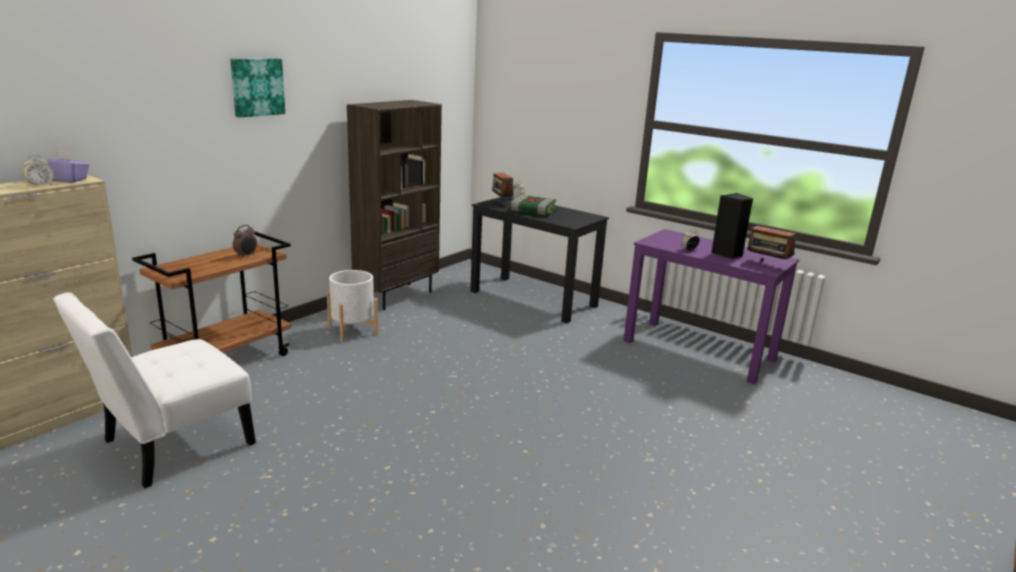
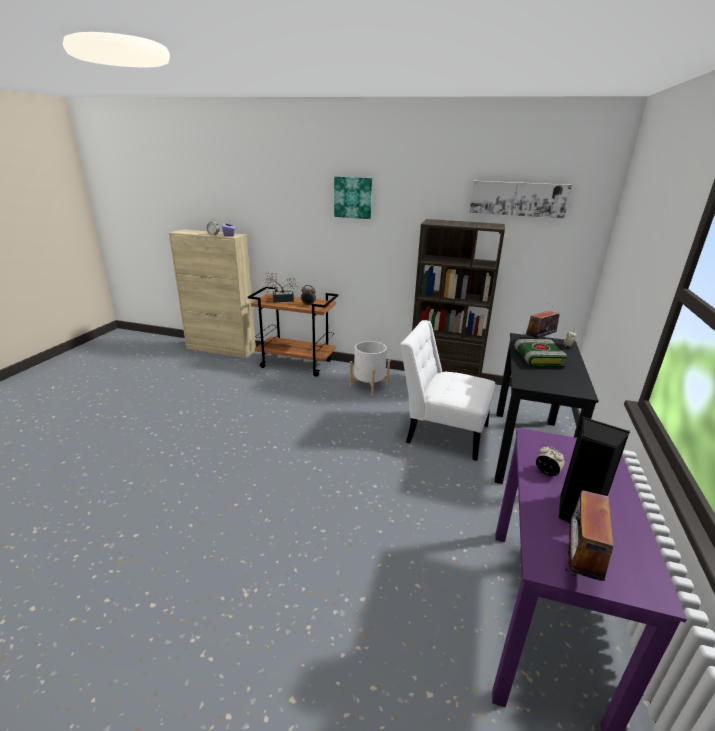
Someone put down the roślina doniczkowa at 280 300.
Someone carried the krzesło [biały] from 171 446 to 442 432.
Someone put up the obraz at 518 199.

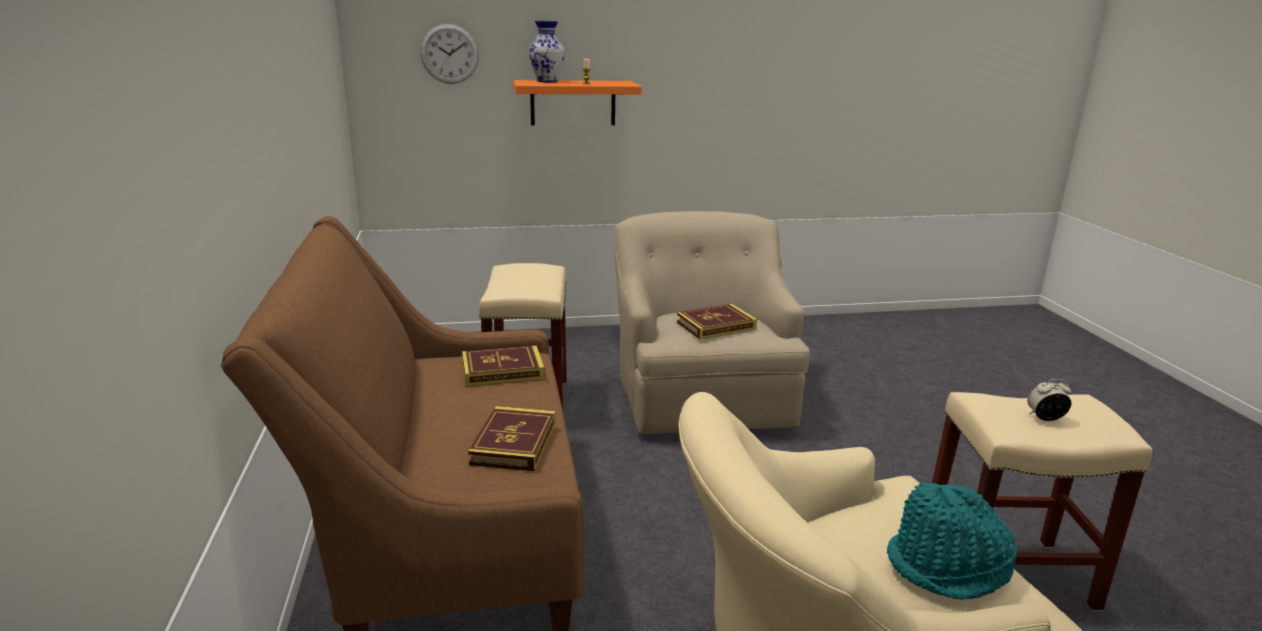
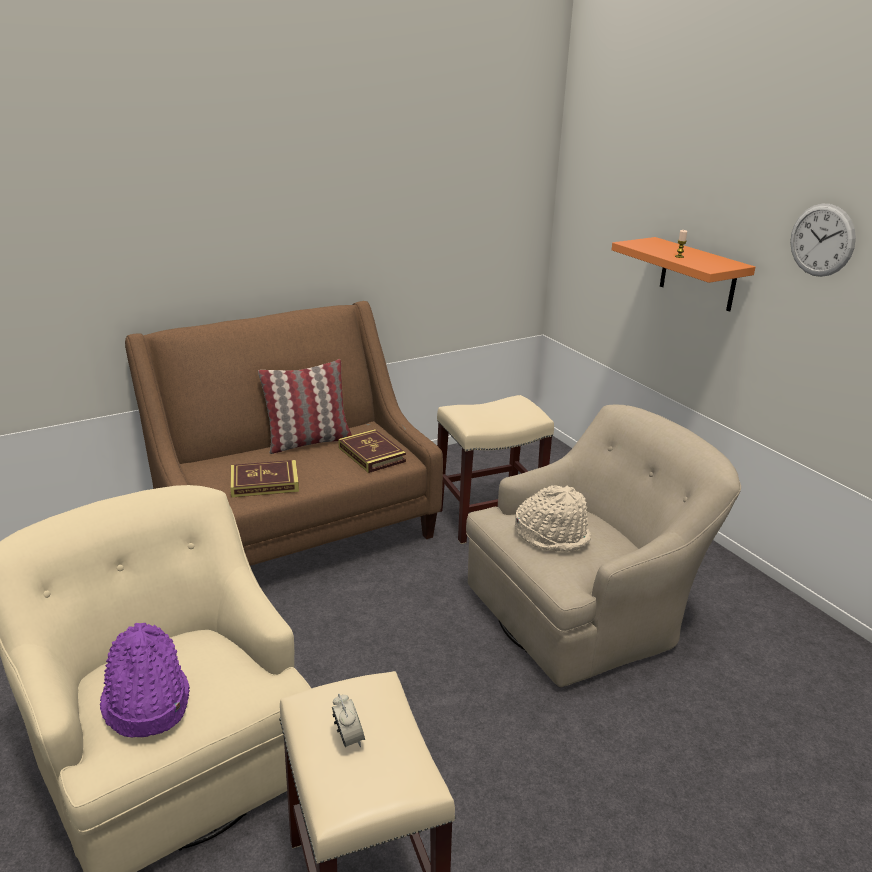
Someone repainted the kapelusz [turkusowy] at 947 568, which became the kapelusz [fioletowy] at 145 703.
Someone put down the poduszka at 308 441.
Someone swapped the książka at 716 326 for the kapelusz [beżowy] at 552 535.
Someone carried the zegar ścienny from 449 54 to 822 240.
Someone took away the wazon at 547 81.

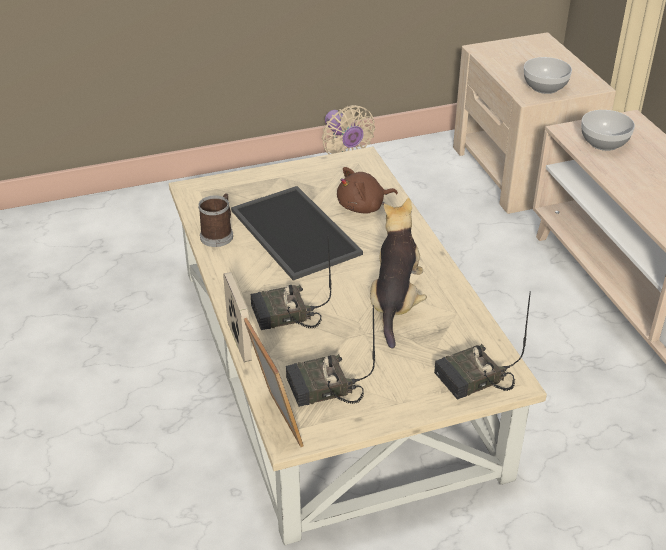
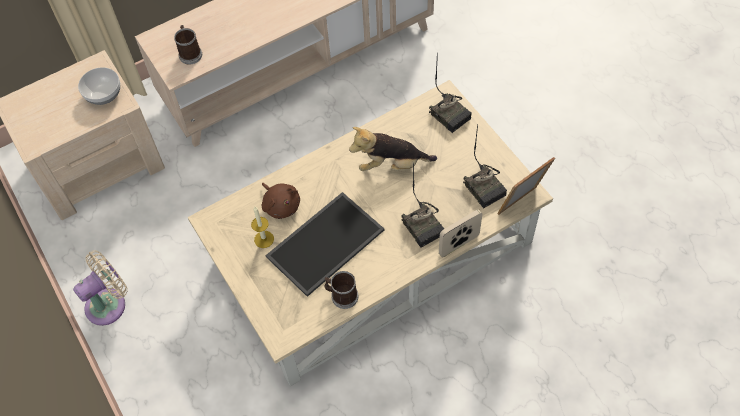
Someone swapped the miska at 604 142 for the kubek at 190 53.
Someone put down the świeca at 264 239.

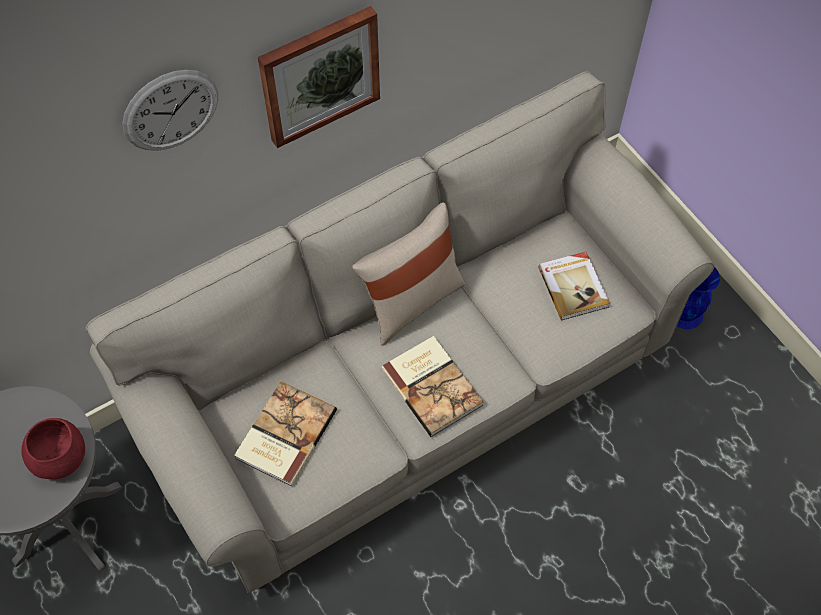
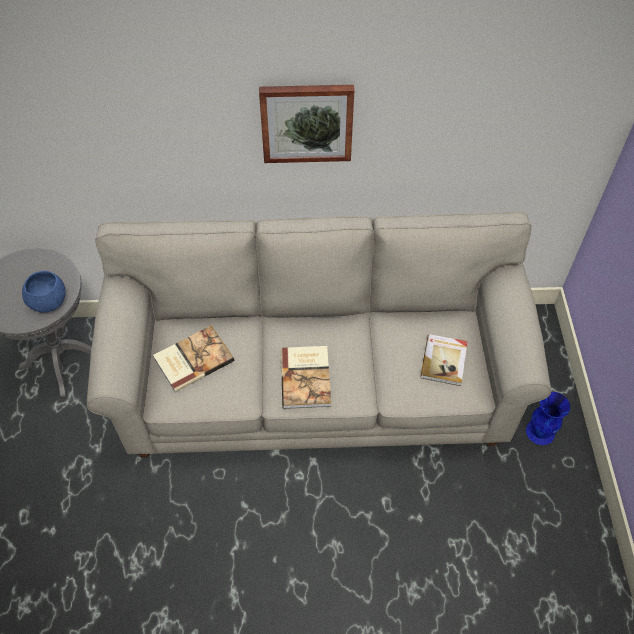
Someone repainted the miska [czerwony] at 60 459, which became the miska [niebieski] at 49 302.
Someone took away the zegar ścienny at 171 110.
Someone took away the poduszka [beżowy] at 411 301.

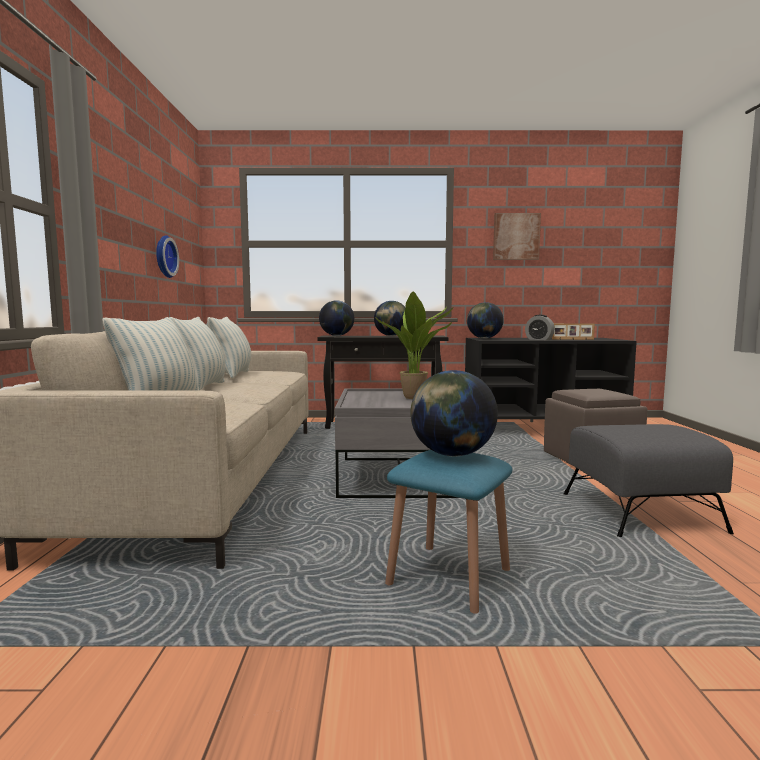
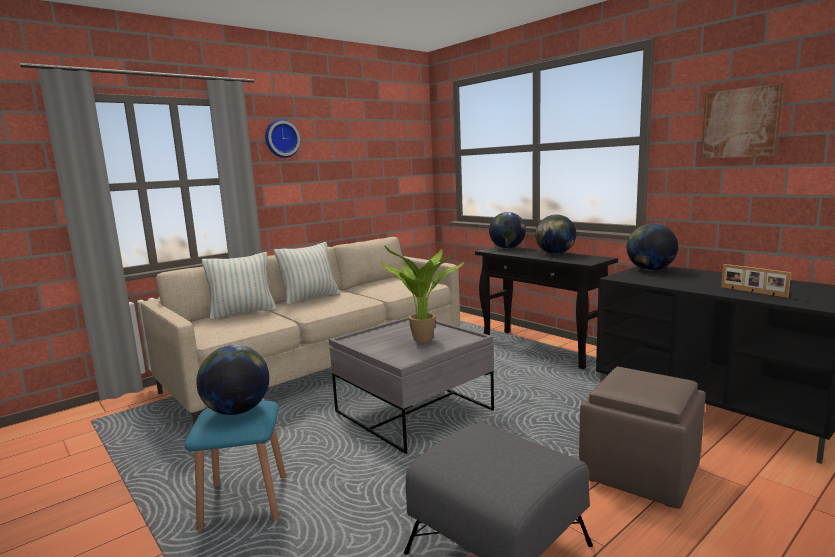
Someone carried the zegar ścienny from 164 256 to 281 138.
Someone took away the poduszka at 231 374.
Someone took away the budzik at 539 339.

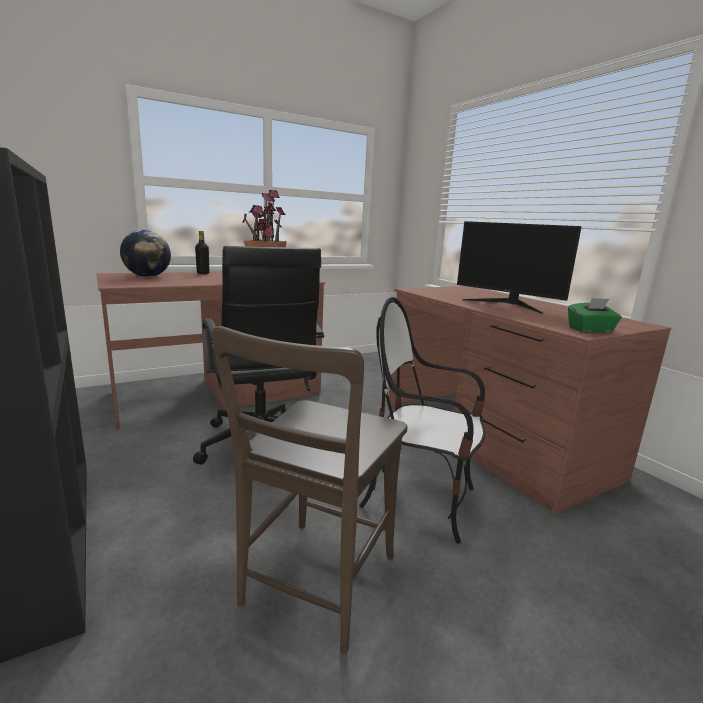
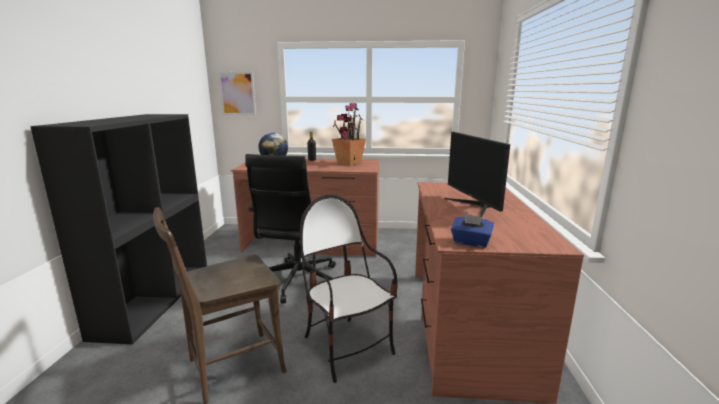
Someone put up the obraz at 237 93.
Someone repainted the pudełko chusteczek [zielony] at 590 330, which became the pudełko chusteczek [niebieski] at 471 242.

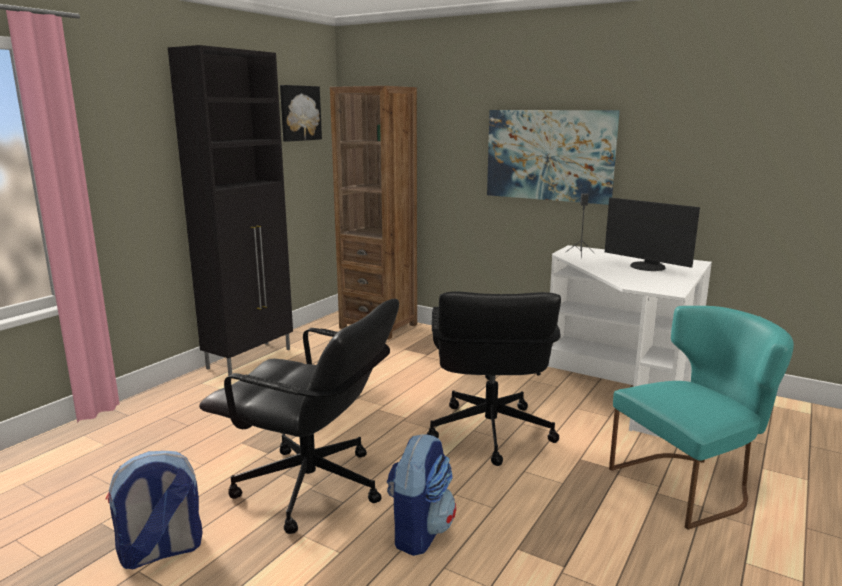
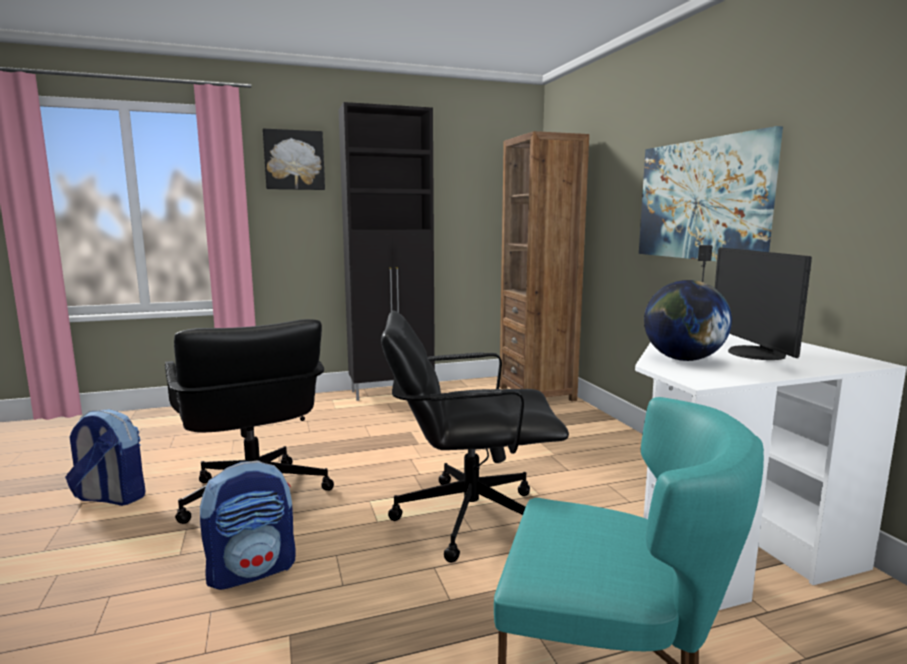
Someone carried the obraz from 299 113 to 294 160.
Someone rotated the krzesło biurowe [czarny] at 489 433 by 45 degrees clockwise.
Someone put down the globus at 683 359.

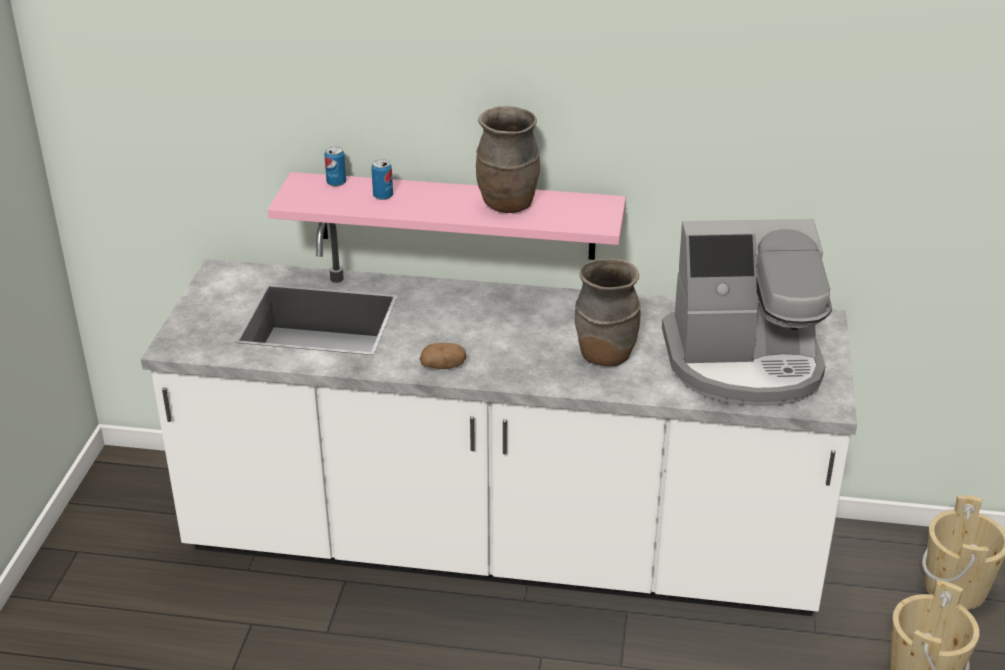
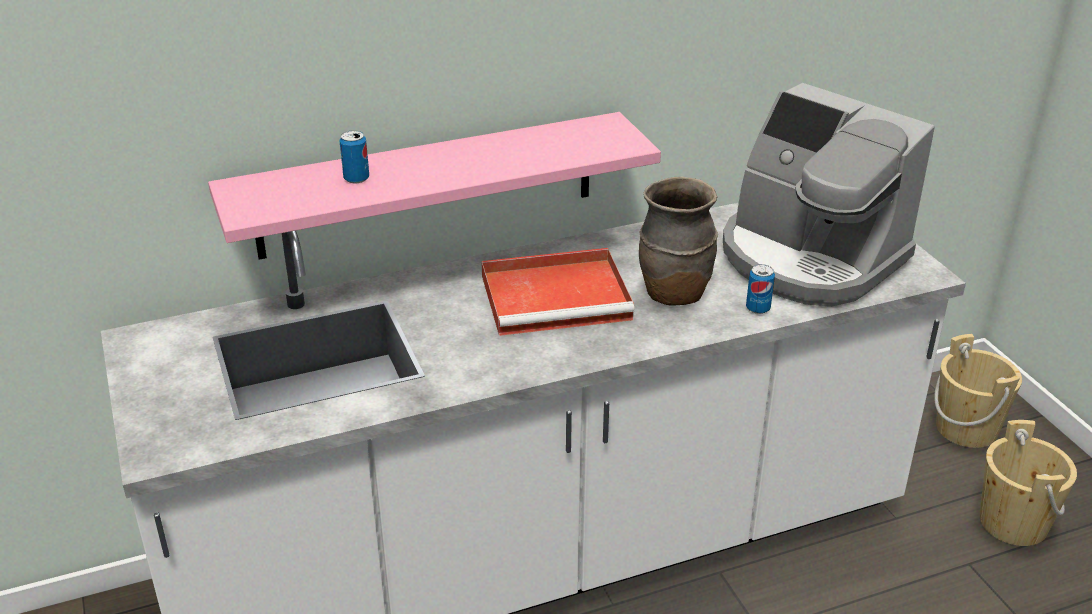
Someone put down the taca [czerwony] at 558 296.
Someone rotated the ekspres do kawy at 744 363 by 75 degrees clockwise.
Someone carried the puszka from 336 183 to 758 308.
Someone took away the ziemniak at 443 366.
Someone took away the wazon [brązowy] at 508 205.

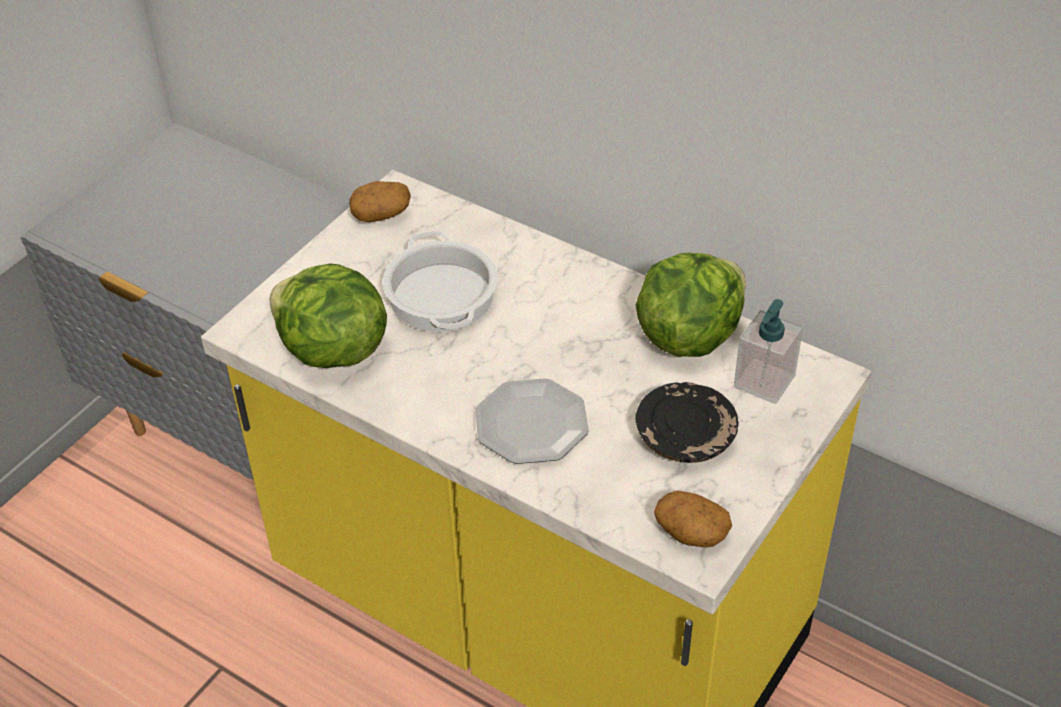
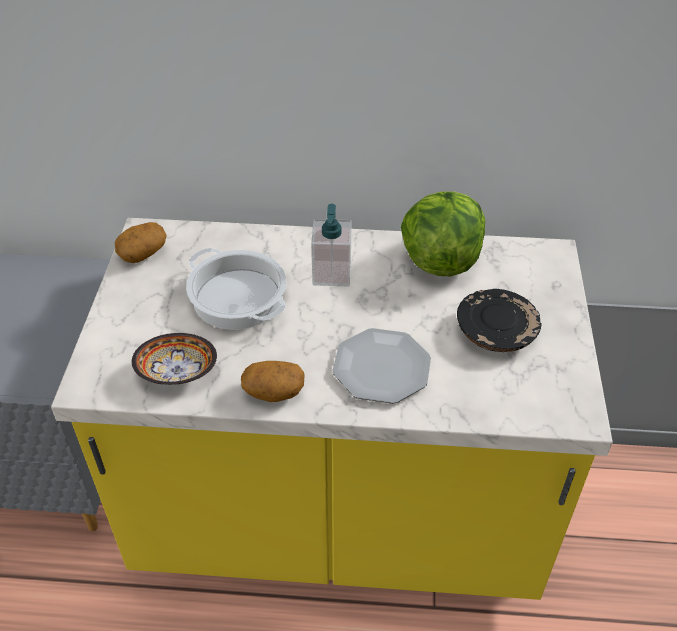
Someone swapped the sałata at 331 351 for the miska at 179 374.
Someone carried the ziemniak from 690 532 to 273 391.
Someone carried the dozownik mydła from 764 381 to 331 274.

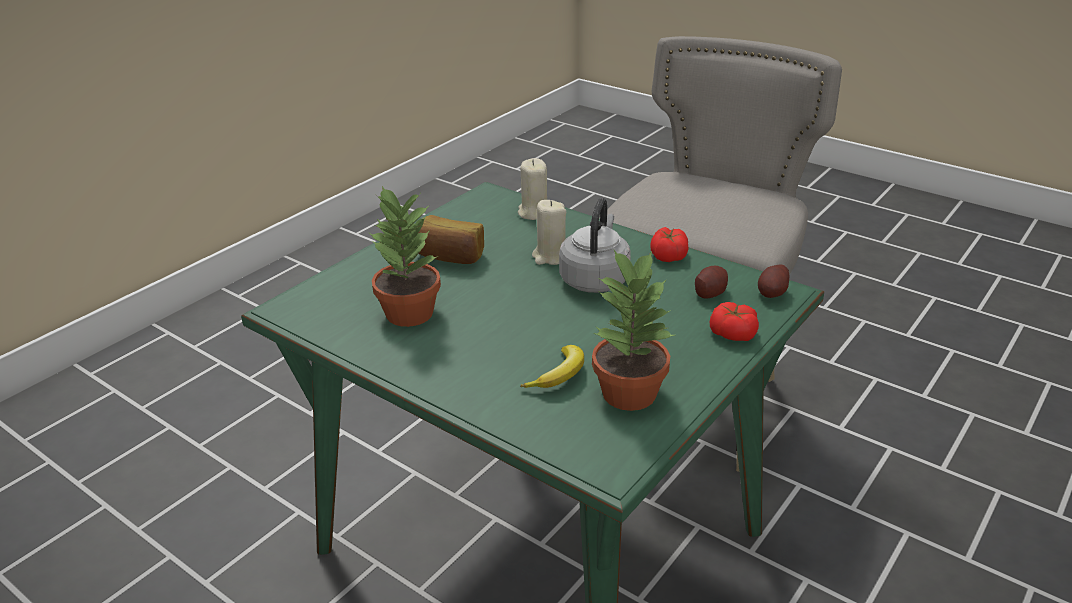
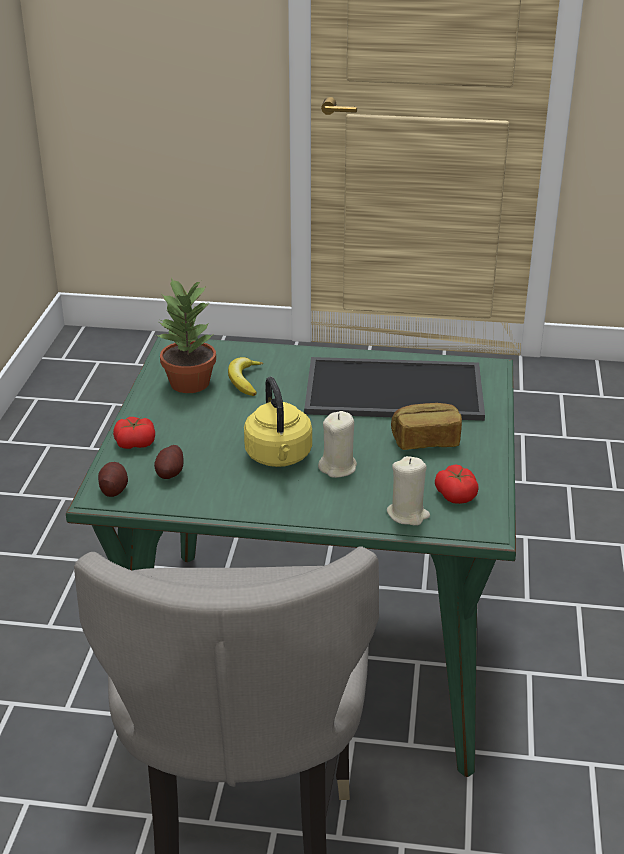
Someone repainted the czajnik [szary] at 595 279, which became the czajnik [żółty] at 279 457.
Someone swapped the roślina doniczkowa at 408 313 for the taca at 396 388.
Someone carried the pomidor from 668 255 to 456 494.

